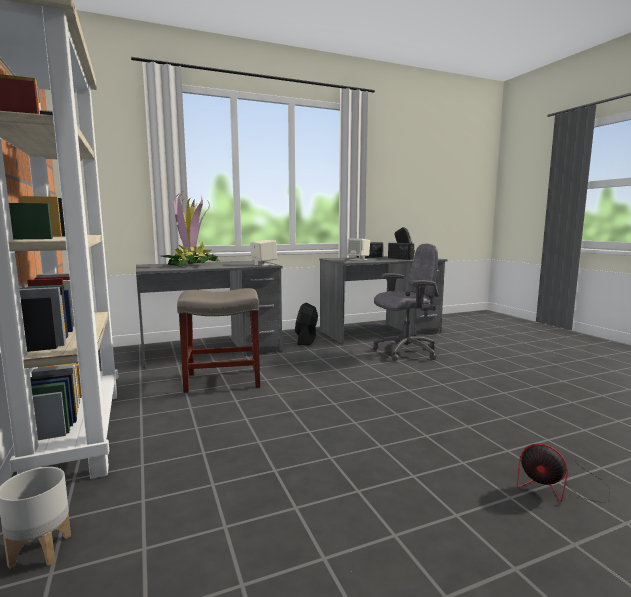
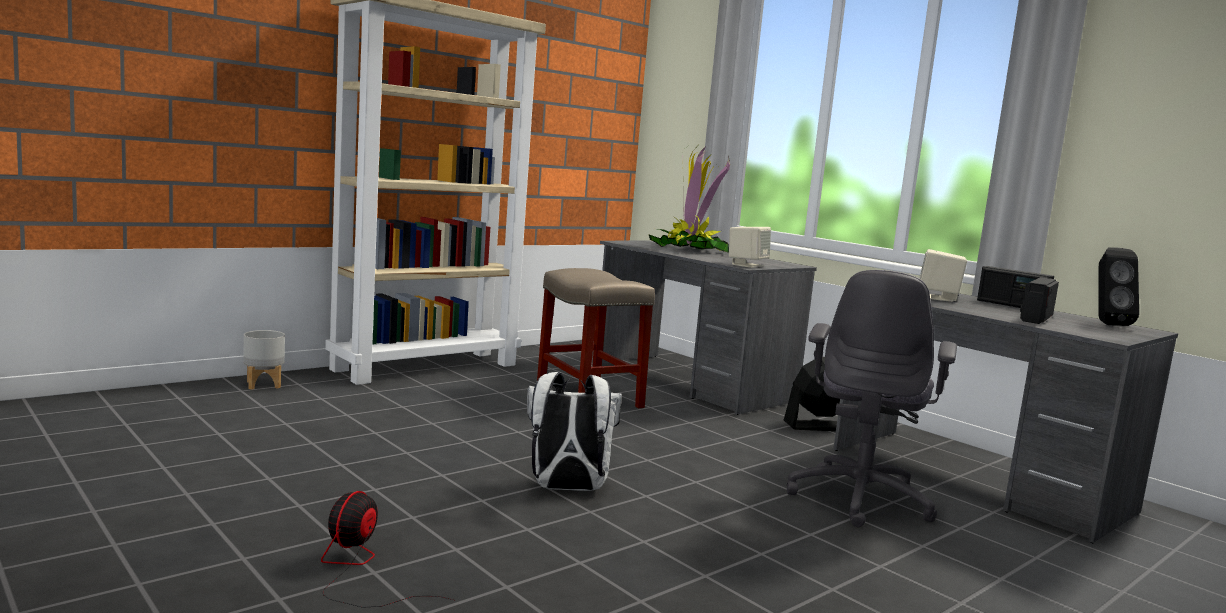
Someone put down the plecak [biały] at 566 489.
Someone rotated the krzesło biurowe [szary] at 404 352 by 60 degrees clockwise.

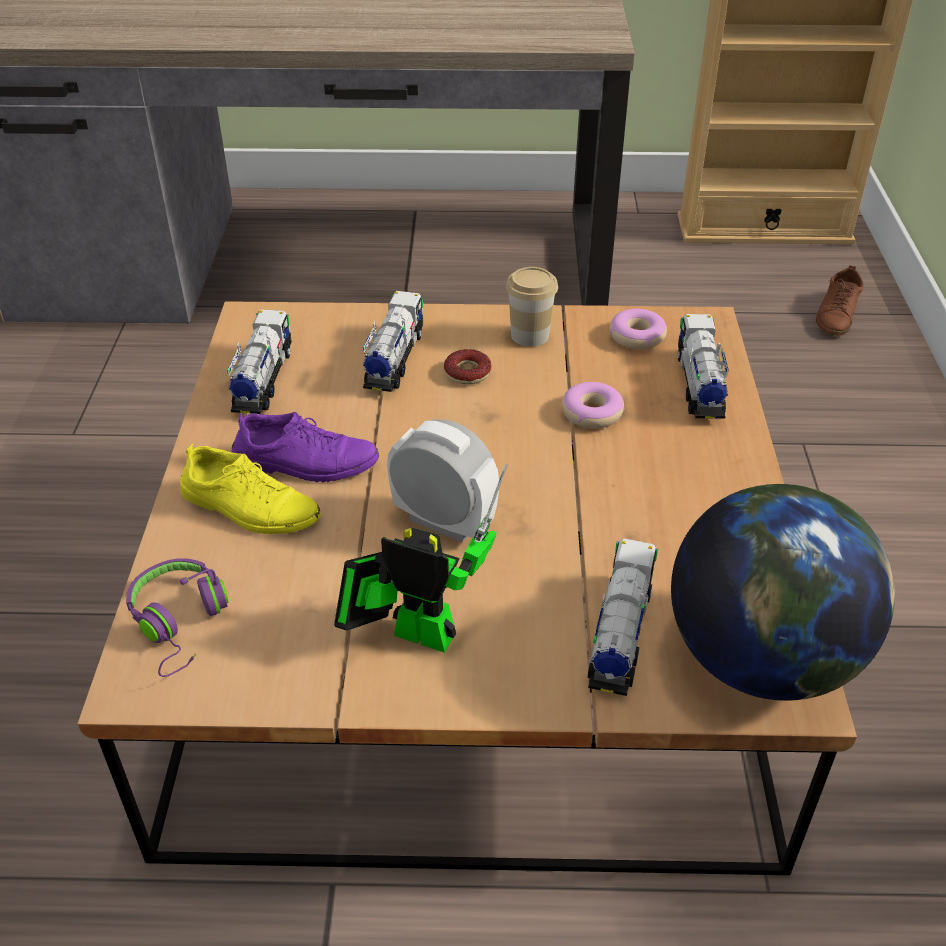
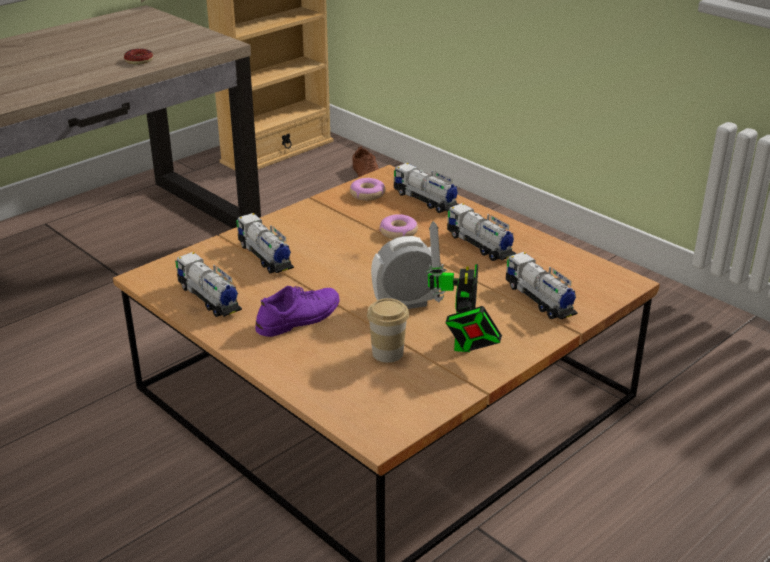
Someone carried the donut from 467 372 to 139 60.
Someone carried the filiżanka from 530 335 to 387 353.
Someone rotated the robot zabawkowy at 415 631 by 60 degrees counterclockwise.
Someone put down the ciężarówka zabawkowa at 480 245.
Someone took away the słuchawki [fioletowy] at 181 623.
Someone took away the but [żółty] at 250 507.
Someone took away the globus at 762 658.

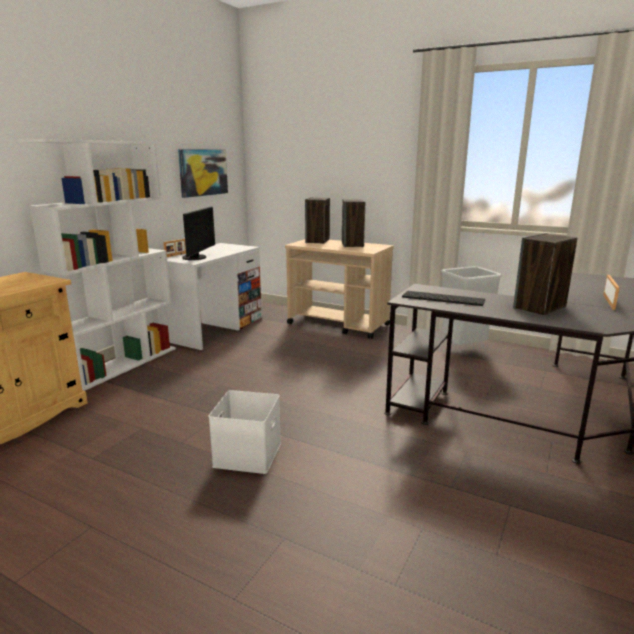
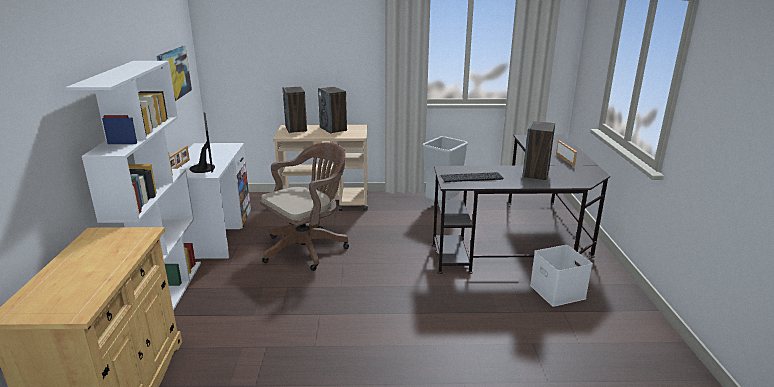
Someone put down the krzesło biurowe [brązowy] at 308 247.
Someone carried the pojemnik do przechowywania [biały] from 247 453 to 556 291.

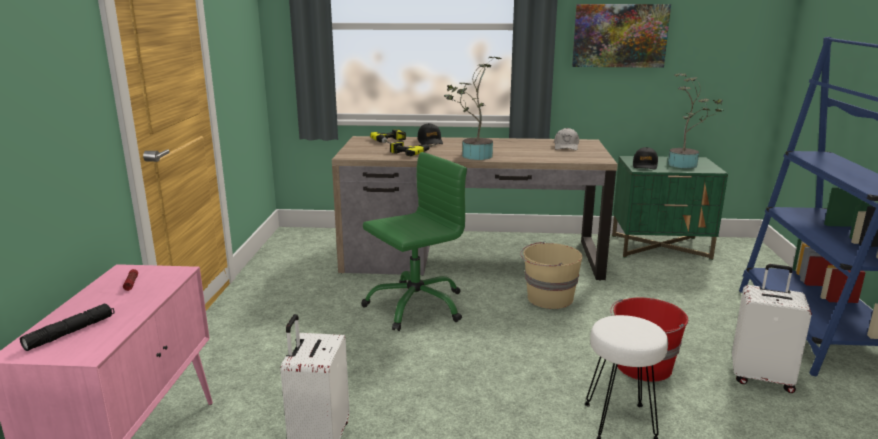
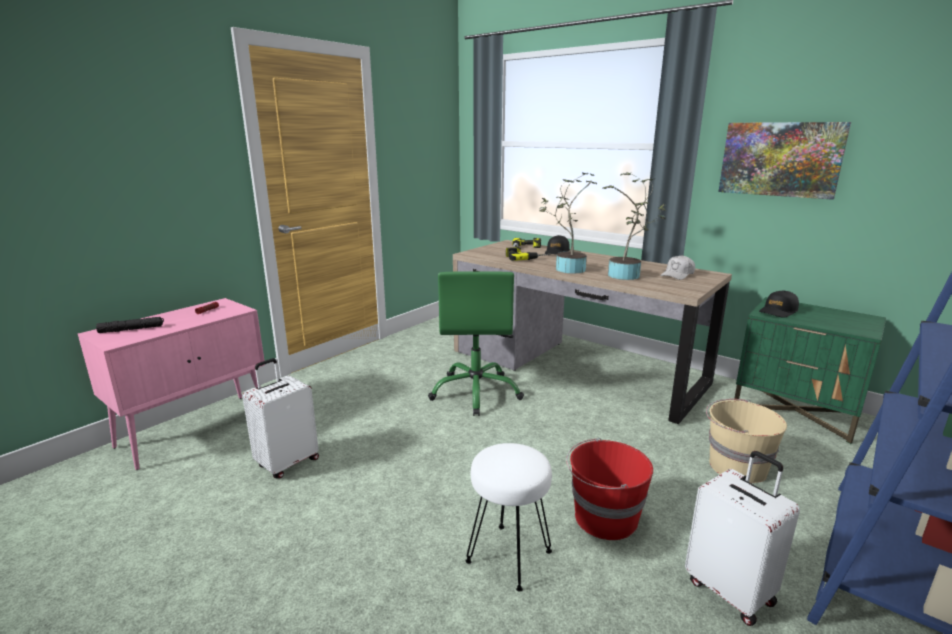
Someone rotated the krzesło biurowe [zielony] at 415 305 by 90 degrees clockwise.
Someone carried the roślina doniczkowa from 686 164 to 627 276.
Someone carried the wiadro [beżowy] from 548 298 to 736 466.

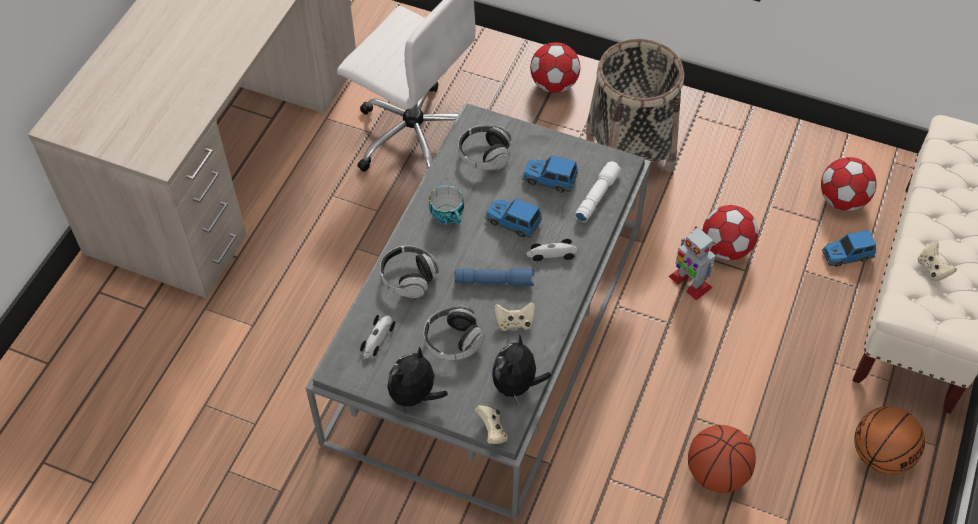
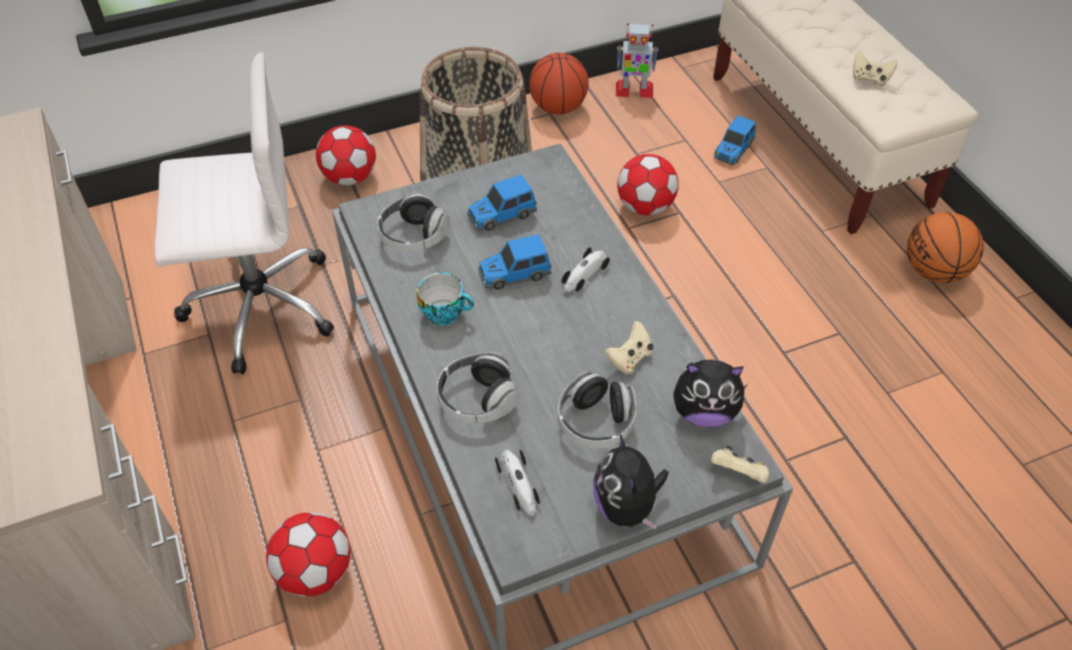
Someone carried the piłka futbolowa from 842 200 to 315 572.
Someone carried the piłka do koszykówki from 716 473 to 558 108.
Someone carried the robot zabawkowy from 689 281 to 633 90.
Someone rotated the pluszak at 517 385 by 60 degrees counterclockwise.
Someone took away the latarka [niebieski] at 495 281.
Someone took away the latarka [biały] at 597 195.

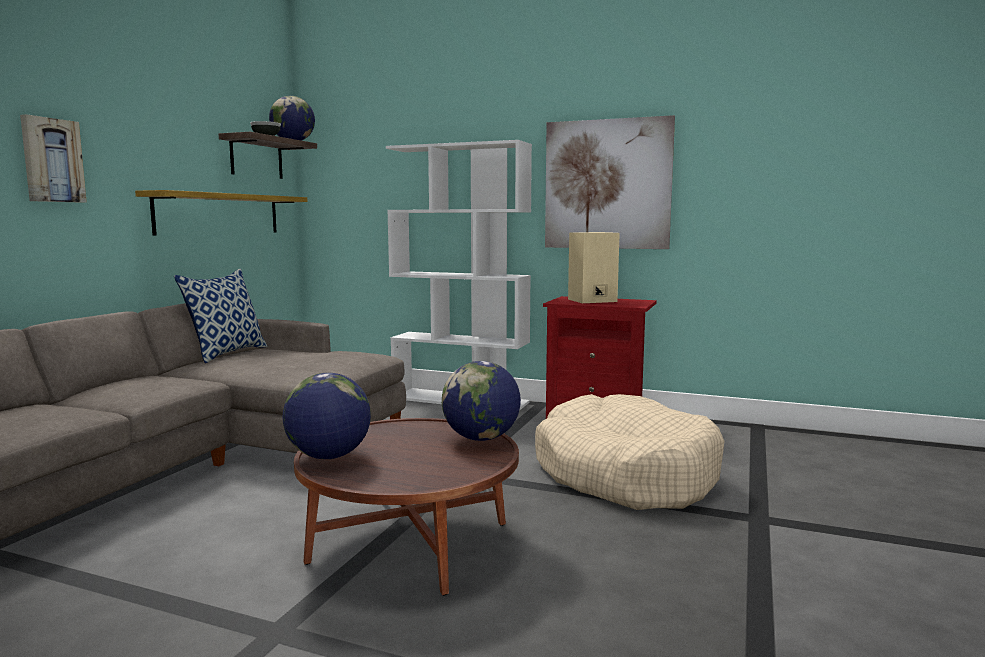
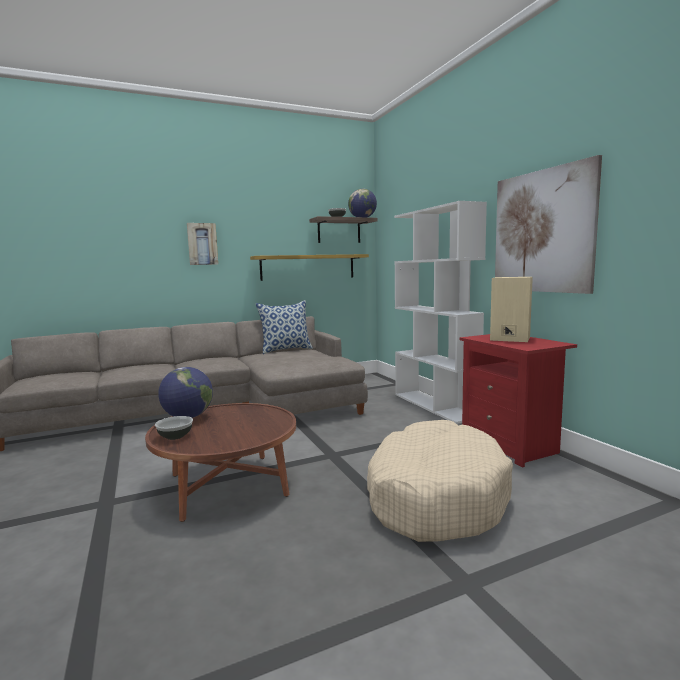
Someone put down the miska at 175 436.
Someone took away the globus at 481 438.

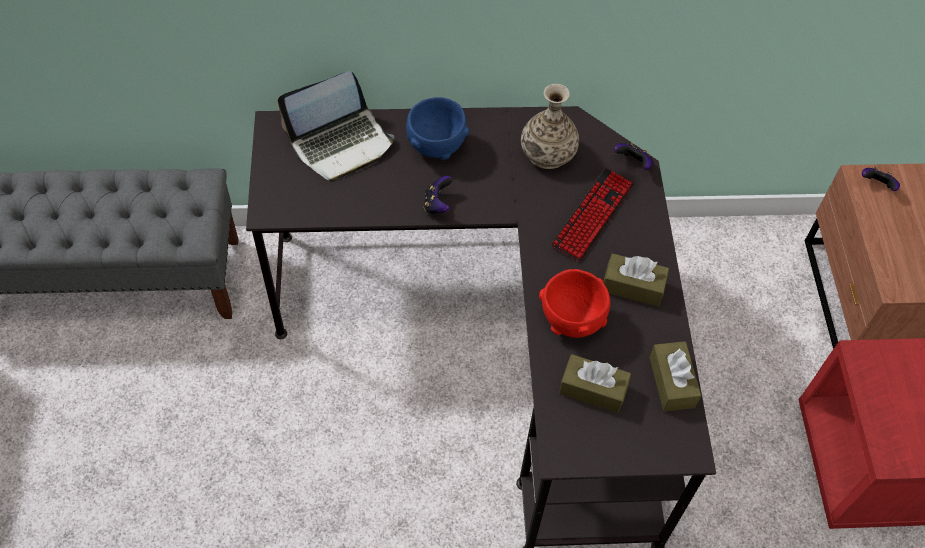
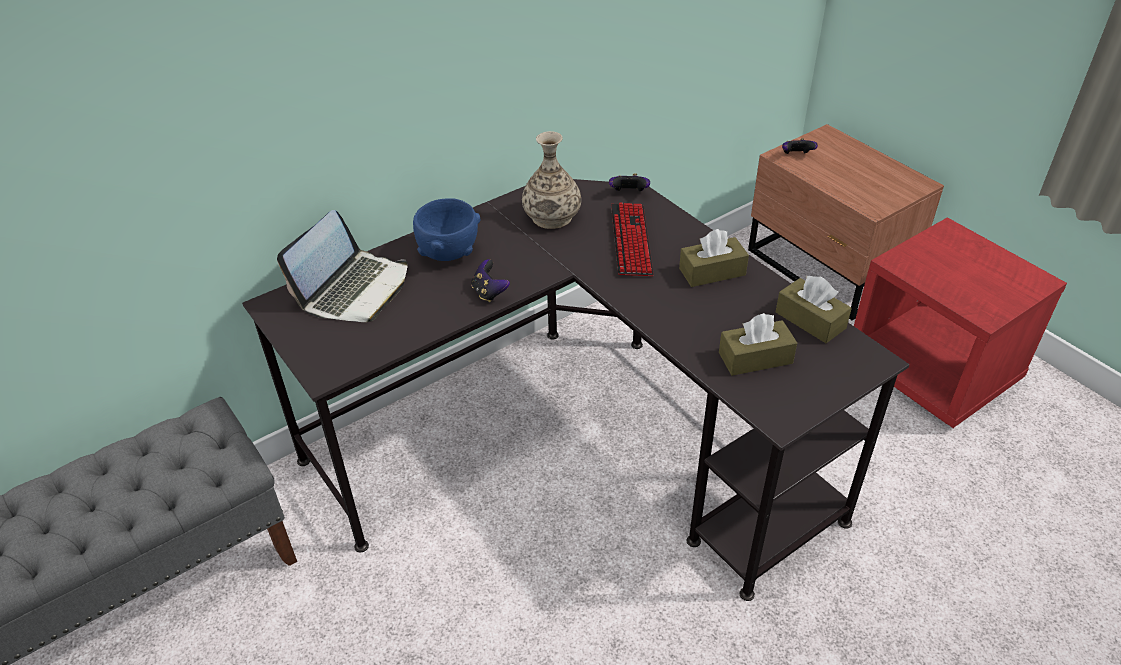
Someone took away the miska [czerwony] at 572 320.

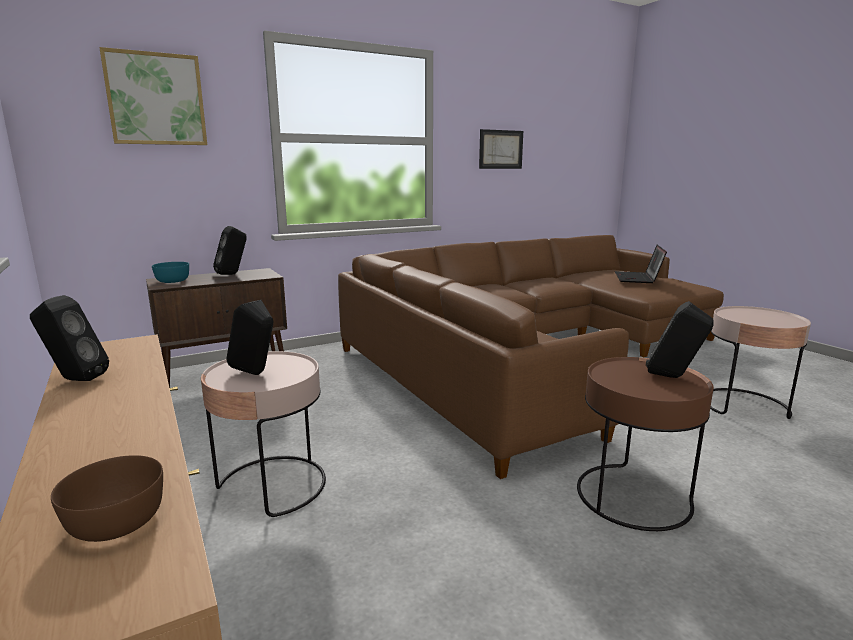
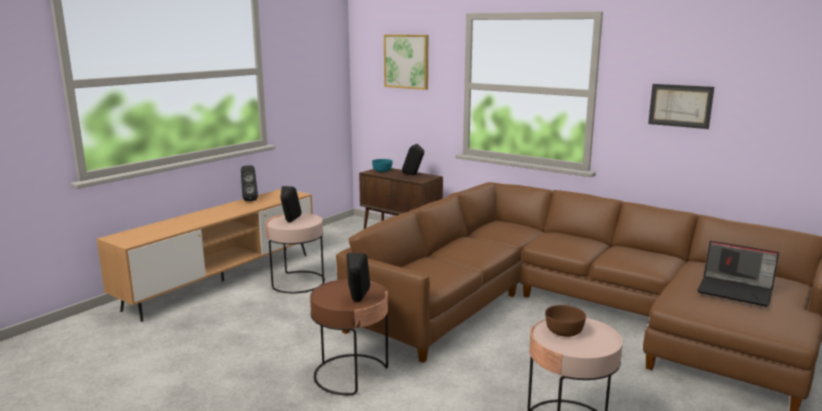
Someone carried the miska [brązowy] from 116 521 to 564 331.
Someone rotated the laptop at 638 278 by 135 degrees counterclockwise.

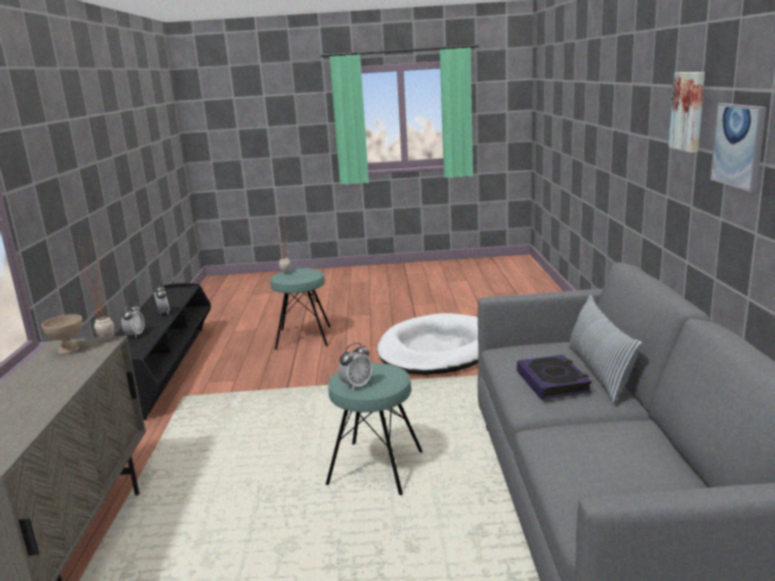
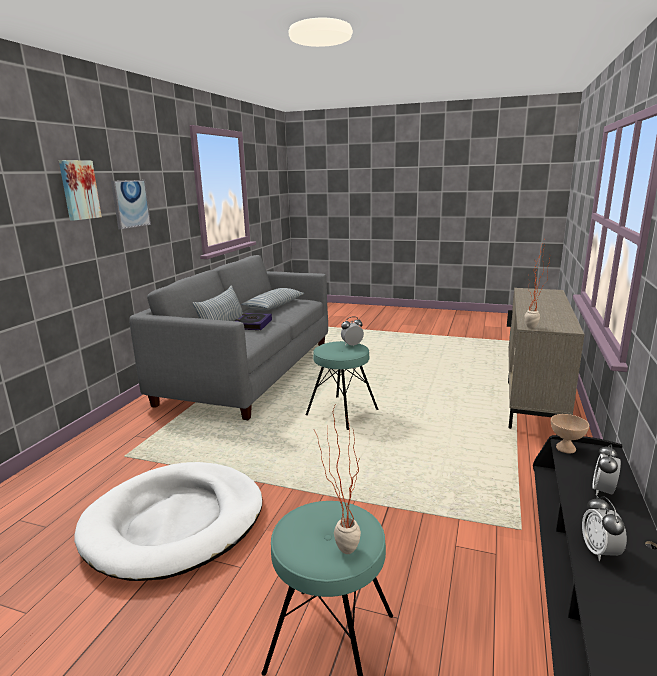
Someone put down the poduszka at 274 306.
Someone carried the miska [beżowy] from 68 351 to 566 448.

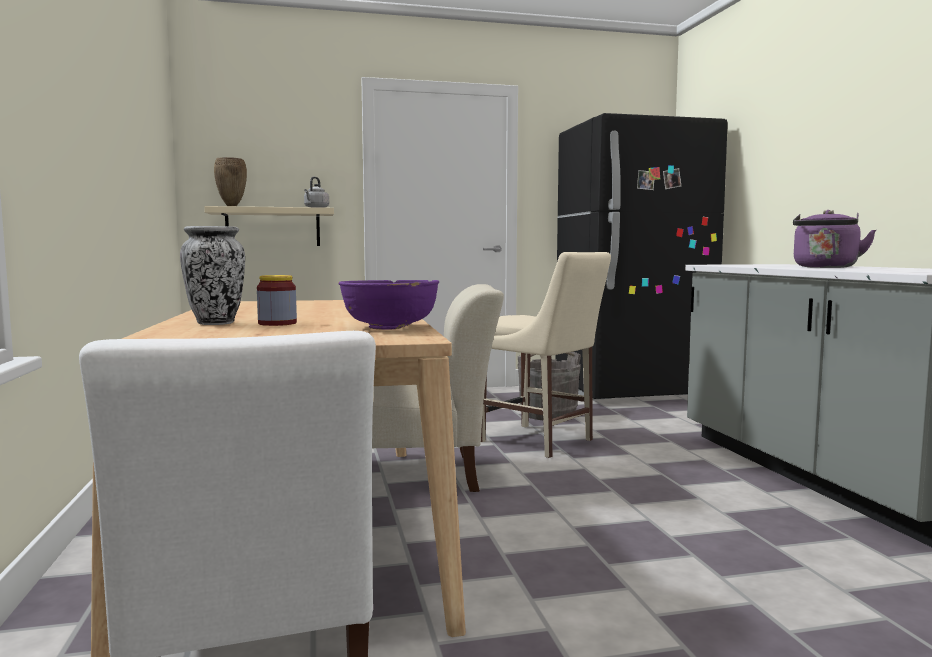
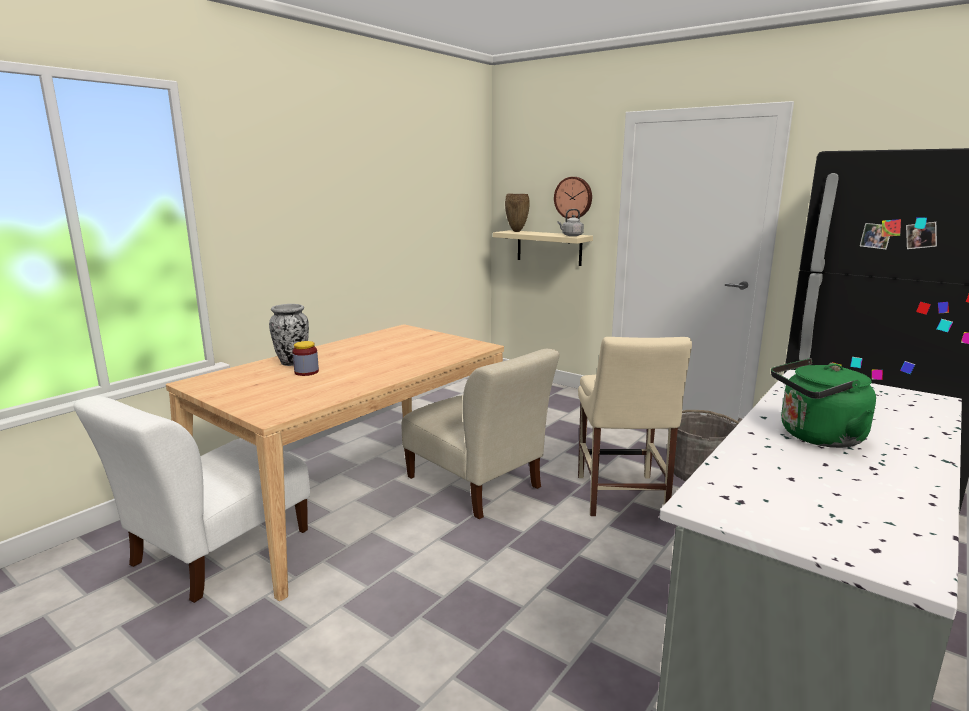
Someone put up the zegar ścienny at 573 197.
Someone repainted the czajnik [fioletowy] at 825 267, which became the czajnik [zielony] at 816 437.
Someone took away the miska [fioletowy] at 389 327.

